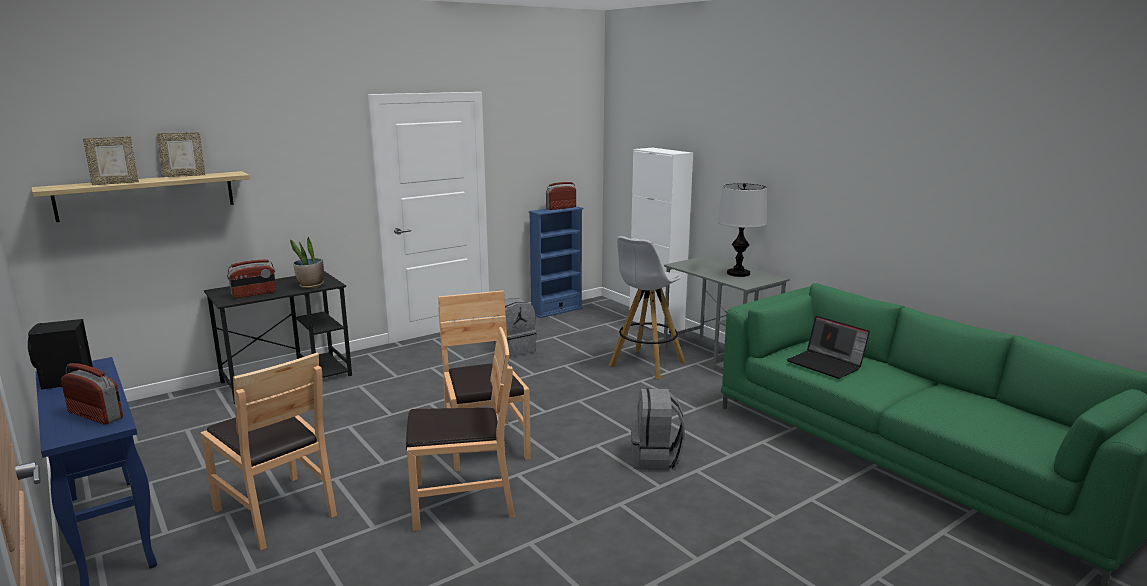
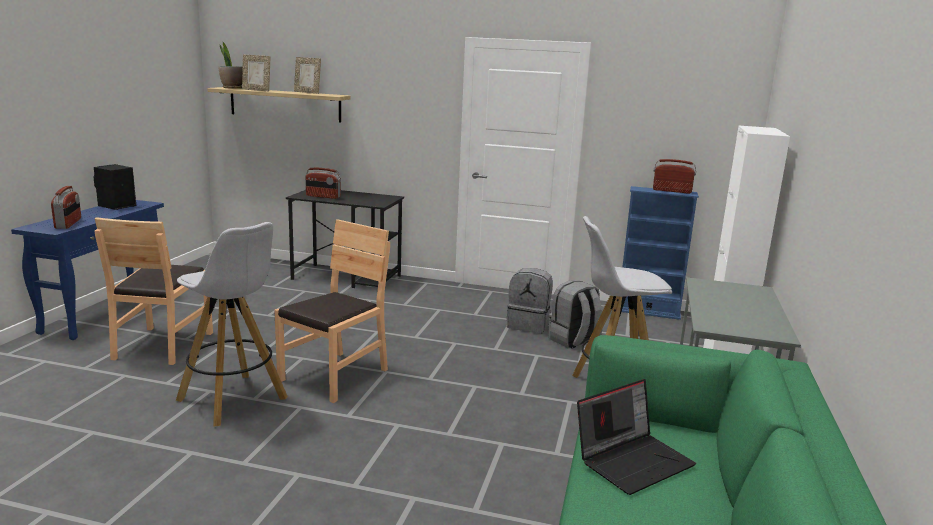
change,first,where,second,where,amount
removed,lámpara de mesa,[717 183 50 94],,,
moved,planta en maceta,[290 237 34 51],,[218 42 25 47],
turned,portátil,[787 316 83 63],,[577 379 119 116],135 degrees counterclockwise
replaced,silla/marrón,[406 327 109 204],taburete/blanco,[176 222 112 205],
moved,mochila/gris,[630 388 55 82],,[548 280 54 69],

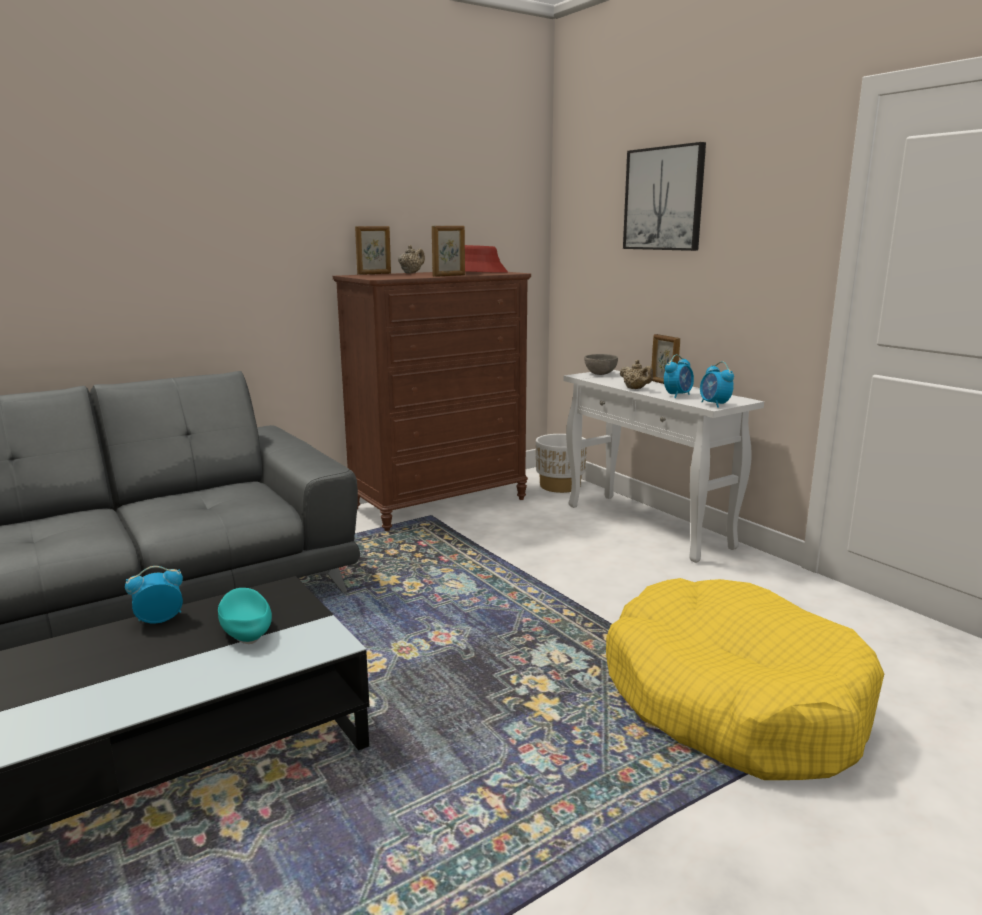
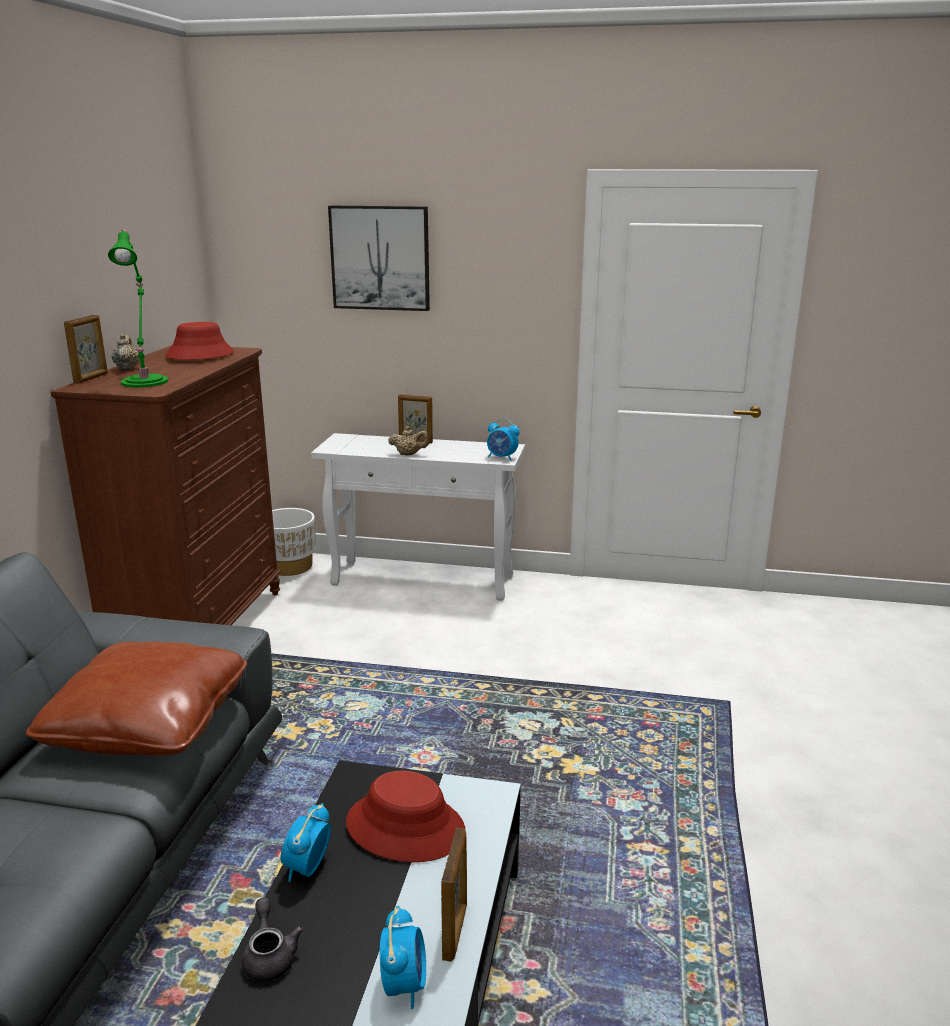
change,first,where,second,where,amount
moved,portarretratos,[432 226 33 51],,[441 828 26 134],
removed,cuenco/gris,[584 354 34 21],,,
moved,despertador,[664 354 30 44],,[380 906 46 103],
removed,cama para perro/amarillo,[606 578 278 202],,,
replaced,cuenco/turquesa,[218 588 54 56],sombrero/rojo,[346 771 119 91],
added,,,lámpara de mesa/verde,[108 230 60 158],
added,,,cojín/marrón,[26 642 221 114],
added,,,tetera/gris,[242 898 61 84],

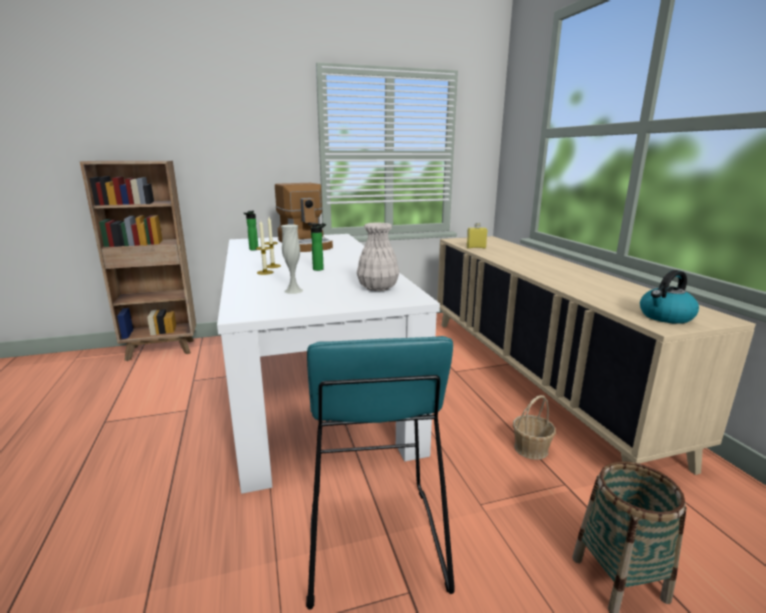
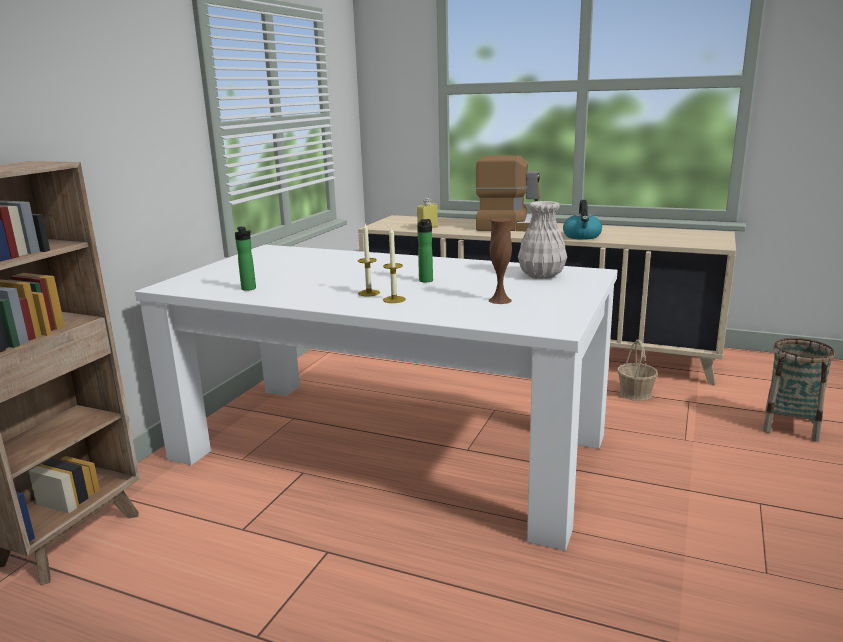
change,first,where,second,where,amount
moved,cafetera,[275 183 58 69],,[476 155 64 76],
recoloured,florero/blanco,[281 224 22 70],florero/marrón,[489 218 23 86],
moved,hervidor,[640 270 59 54],,[563 200 39 40],
removed,taburete/turquesa,[306 336 149 274],,,

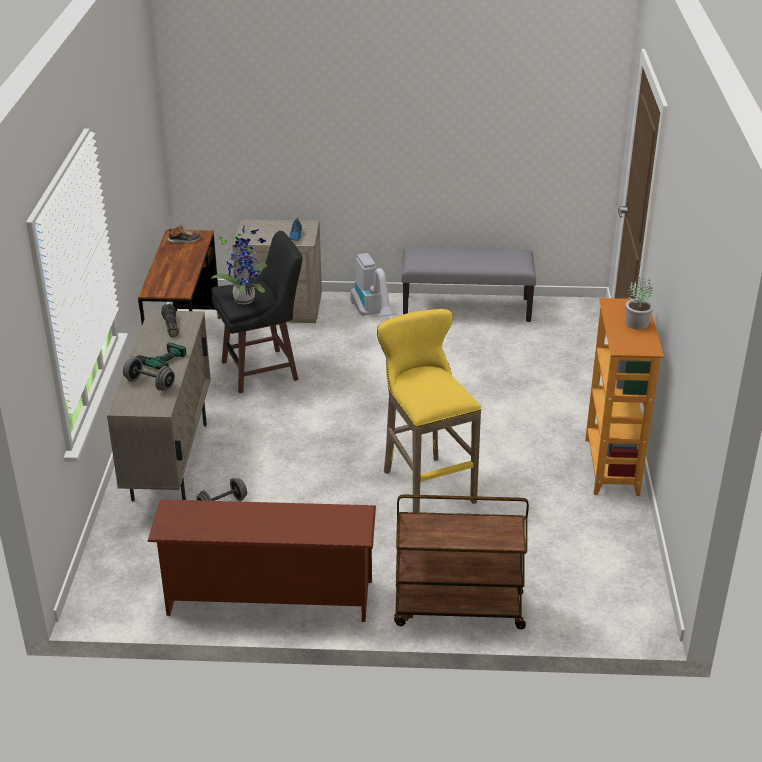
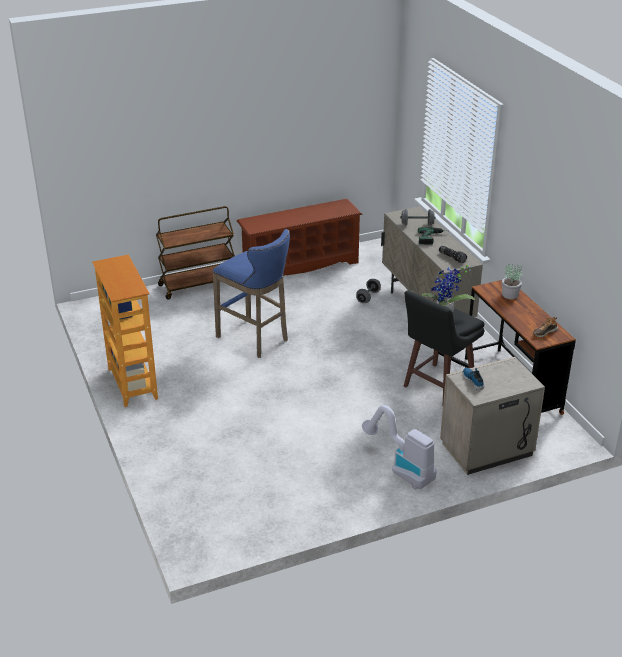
change,first,where,second,where,amount
removed,banco/gris,[401 247 135 75],,,
moved,planta en maceta,[625 277 29 52],,[502 264 20 35],
recoloured,taburete/amarillo,[377 309 104 203],taburete/azul,[213 229 77 129],

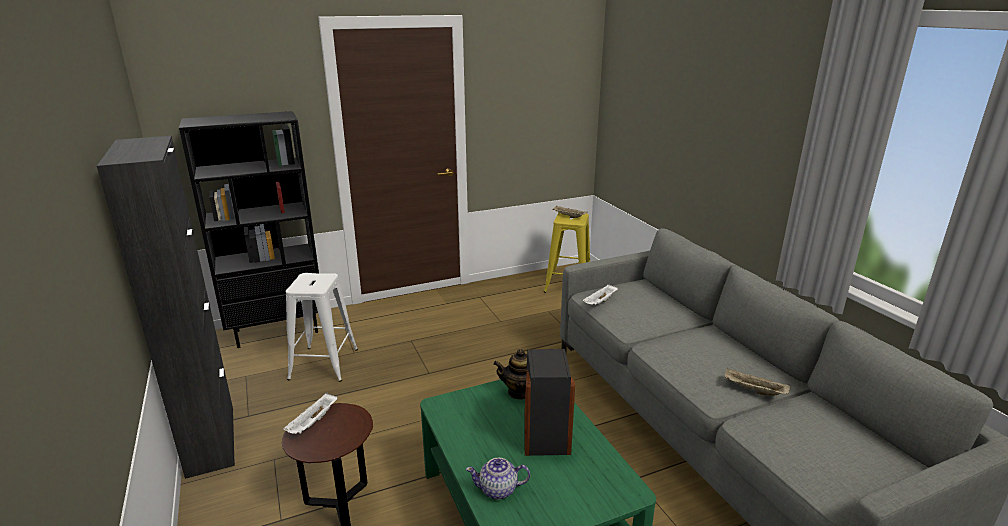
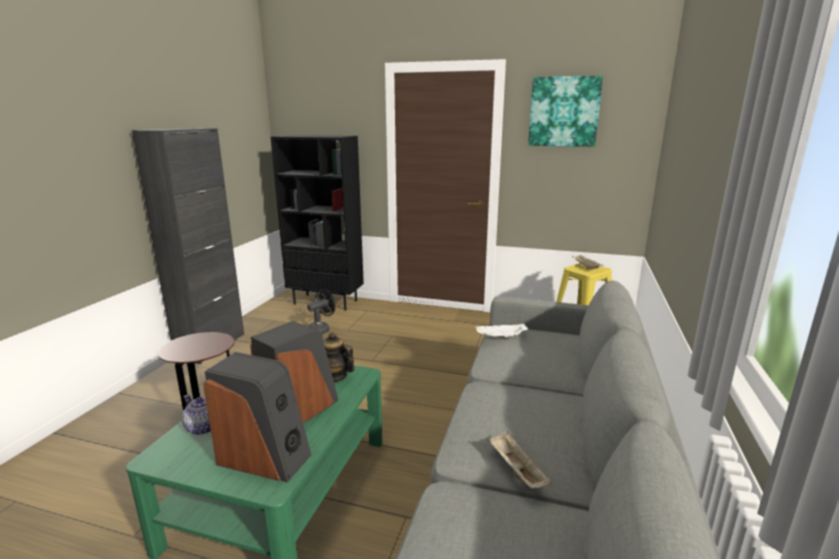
change,first,where,second,where,amount
replaced,taburete/blanco,[286 273 72 109],ventilador/negro,[307 289 29 45],
removed,bandeja/blanco,[283 392 55 42],,,
added,,,cuadro,[528 76 75 71],
added,,,altavoz,[203 352 108 131],

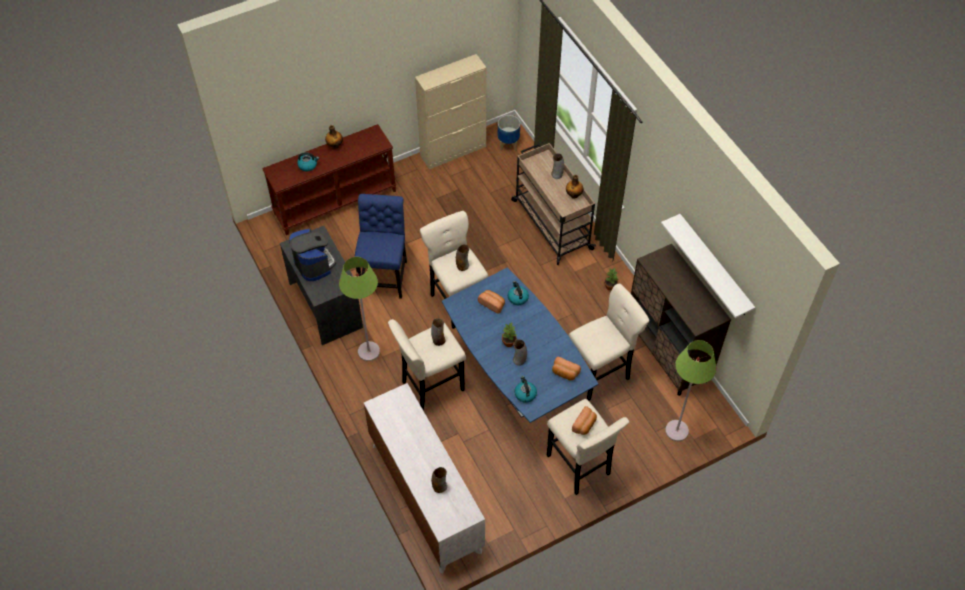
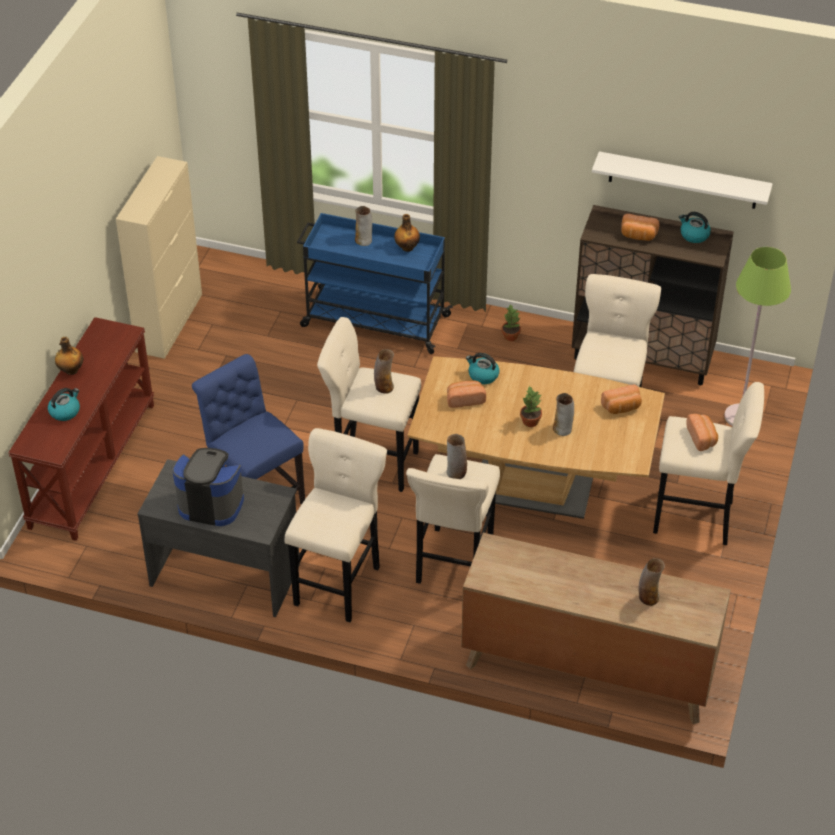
change,first,where,second,where,amount
removed,maceta,[498 115 22 36],,,
recoloured,carrito/beis,[511 143 85 122],carrito/azul,[297 213 156 141],
replaced,lámpara de pie/verde,[339 257 41 104],taburete/beis,[285 428 102 194],
recoloured,mesa de comedor/azul,[442 268 157 155],mesa de comedor/marrón,[408 356 257 163],
moved,hervidor,[514 376 23 27],,[679 212 32 31],
recoloured,cómoda/blanco,[364 383 121 190],cómoda/marrón,[461 533 270 191],
added,,,pan,[621 214 38 27],

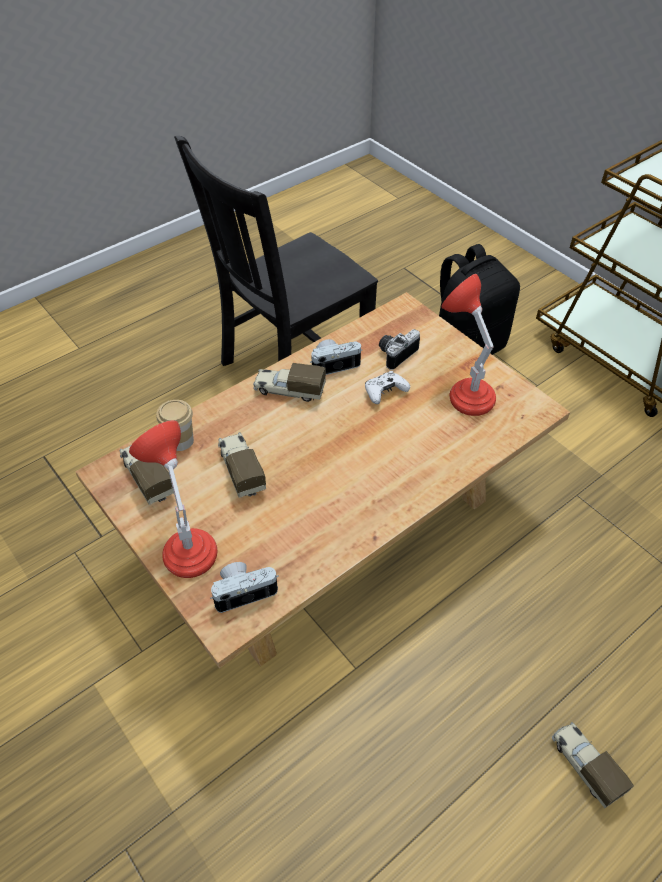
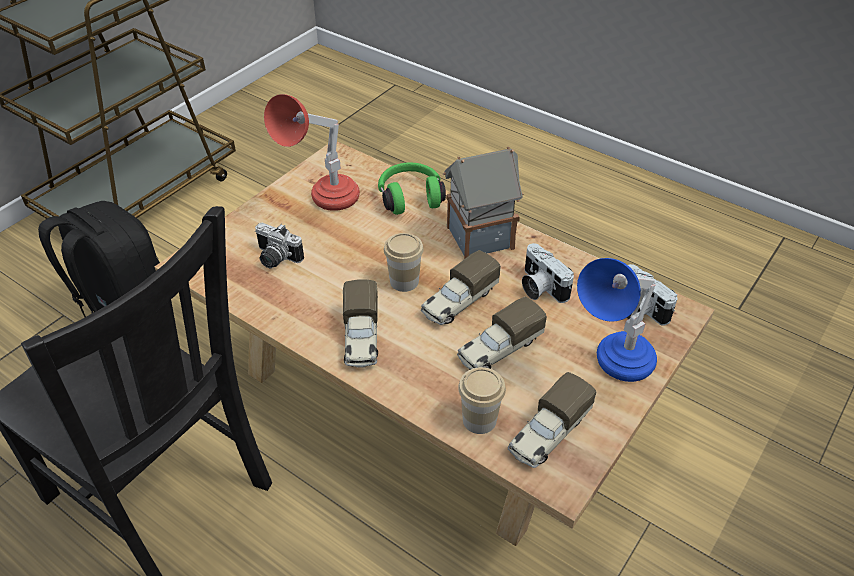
change,first,where,second,where,amount
moved,cámara,[310 339 52 36],,[522 243 52 60],
removed,mando de consola/blanco,[365 371 45 33],,,
recoloured,lámpara de mesa/rojo,[129 420 88 158],lámpara de mesa/azul,[577 258 80 124],
moved,camión de juguete,[552 722 82 87],,[421 250 80 75],
added,,,casita,[443 147 81 112],
added,,,auriculares/verde,[378 162 68 53],
added,,,taza,[384 233 40 59],

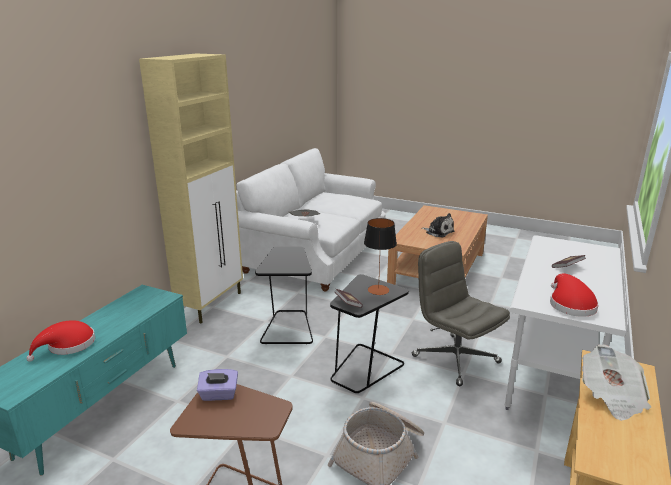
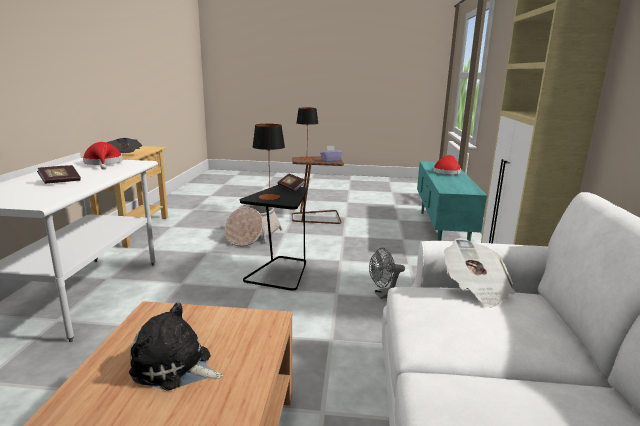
change,first,where,second,where,amount
removed,silla de oficina/gris,[412 241 98 145],,,
replaced,mesa auxiliar/negro,[255 246 58 99],ventilador/gris,[369 248 36 51],
added,,,lámpara de mesa,[296 107 22 53],

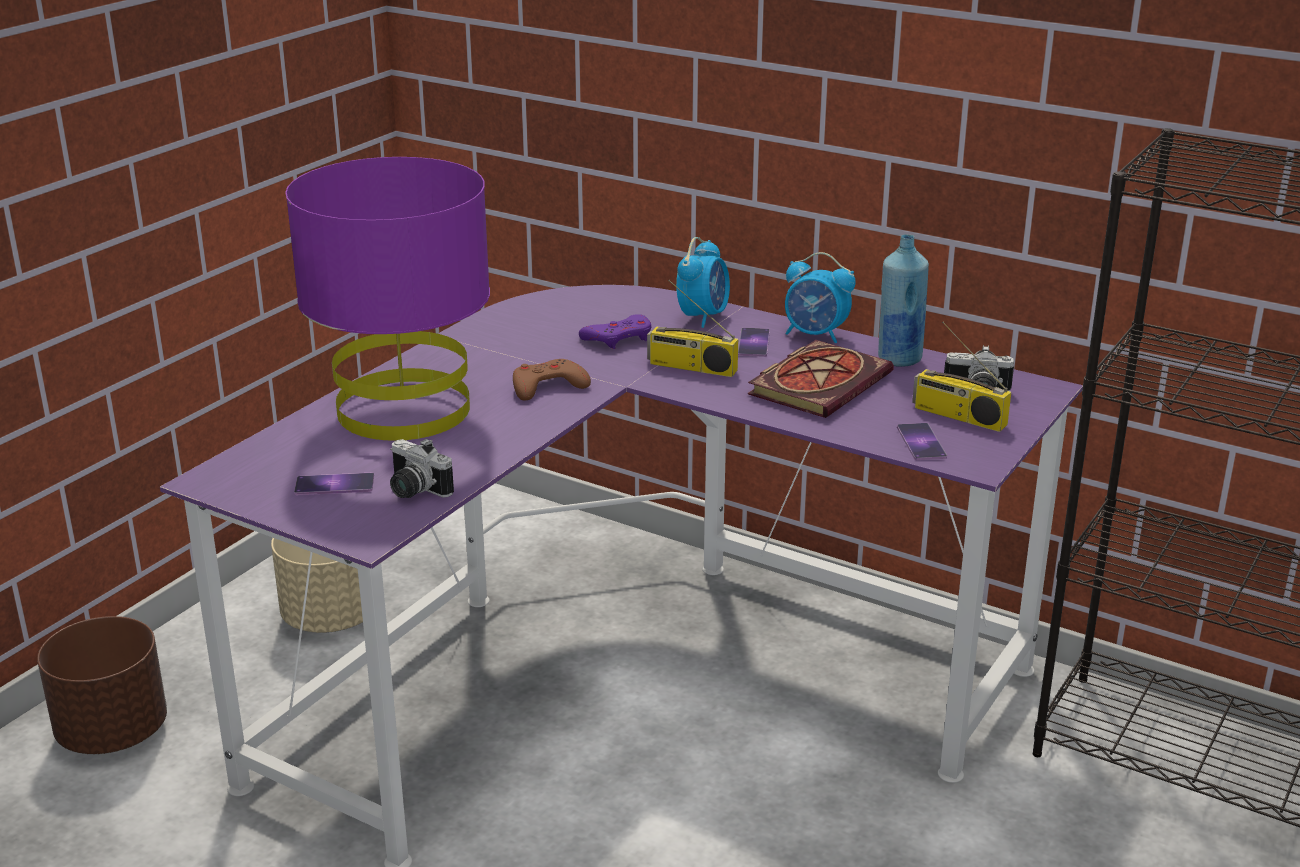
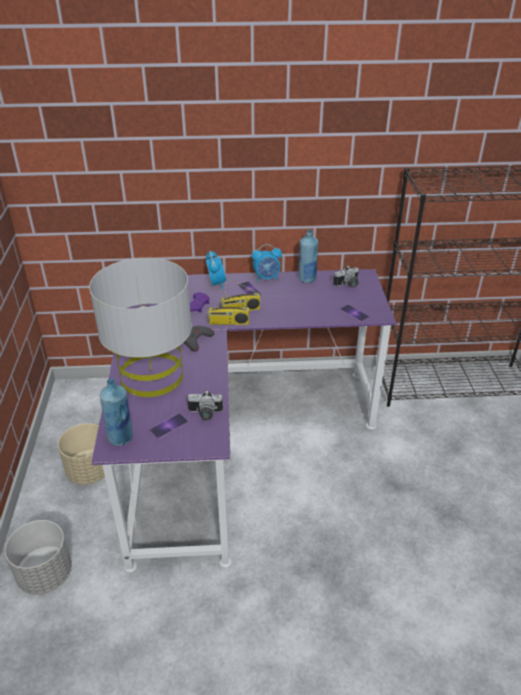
change,first,where,second,where,amount
recoloured,lámpara de mesa/morado,[285 157 205 284],lámpara de mesa/gris,[89 258 103 139],
moved,radio,[912 322 99 110],,[207 288 42 37],
removed,libro,[748 340 146 78],,,
recoloured,mando de consola/marrón,[513 359 78 41],mando de consola/gris,[183 326 31 26],
recoloured,maceta/marrón,[37 616 130 138],maceta/gris,[5 520 67 74],
added,,,botella/azul,[100 379 33 67],

